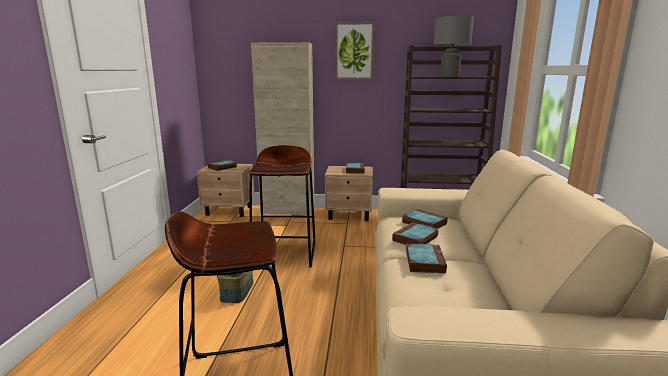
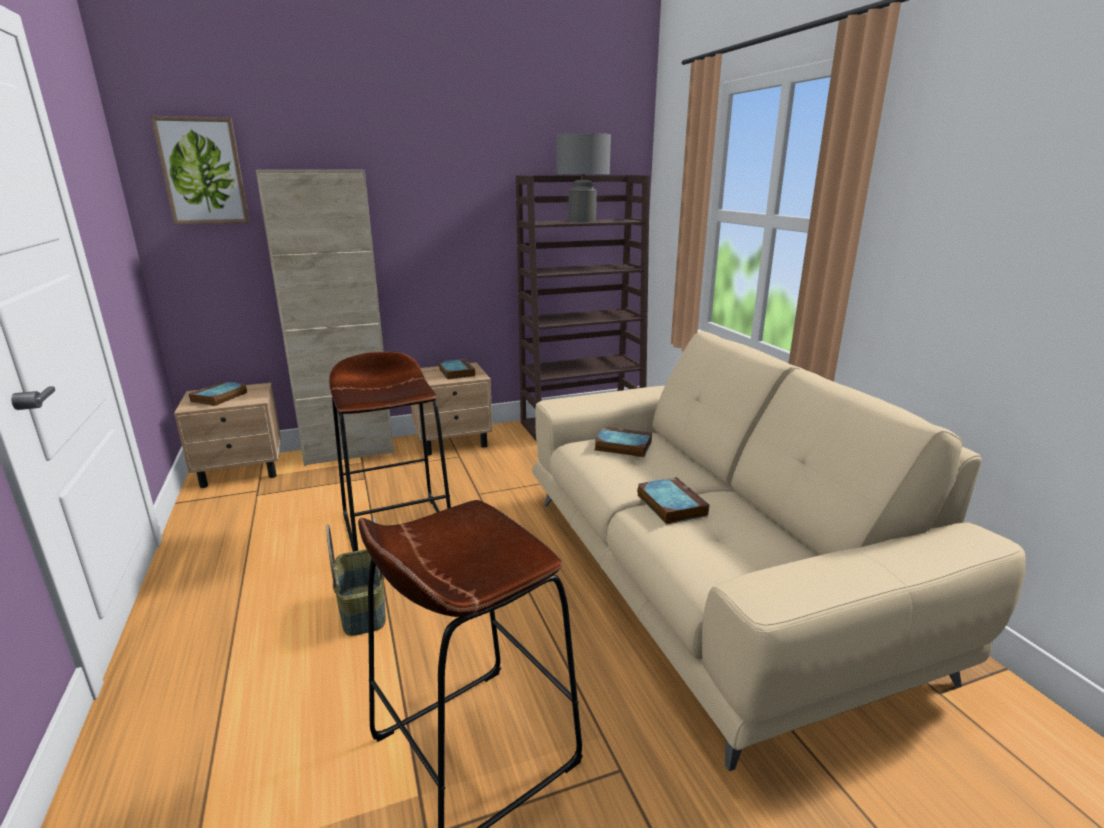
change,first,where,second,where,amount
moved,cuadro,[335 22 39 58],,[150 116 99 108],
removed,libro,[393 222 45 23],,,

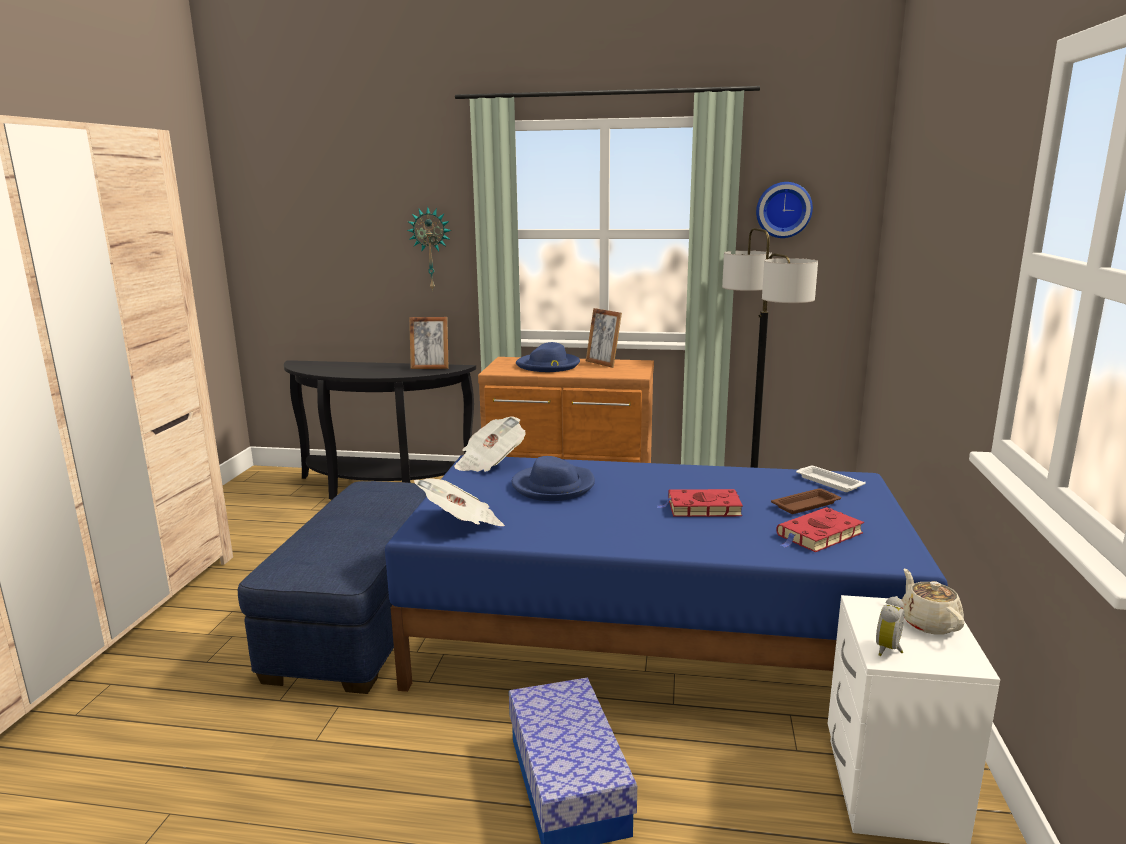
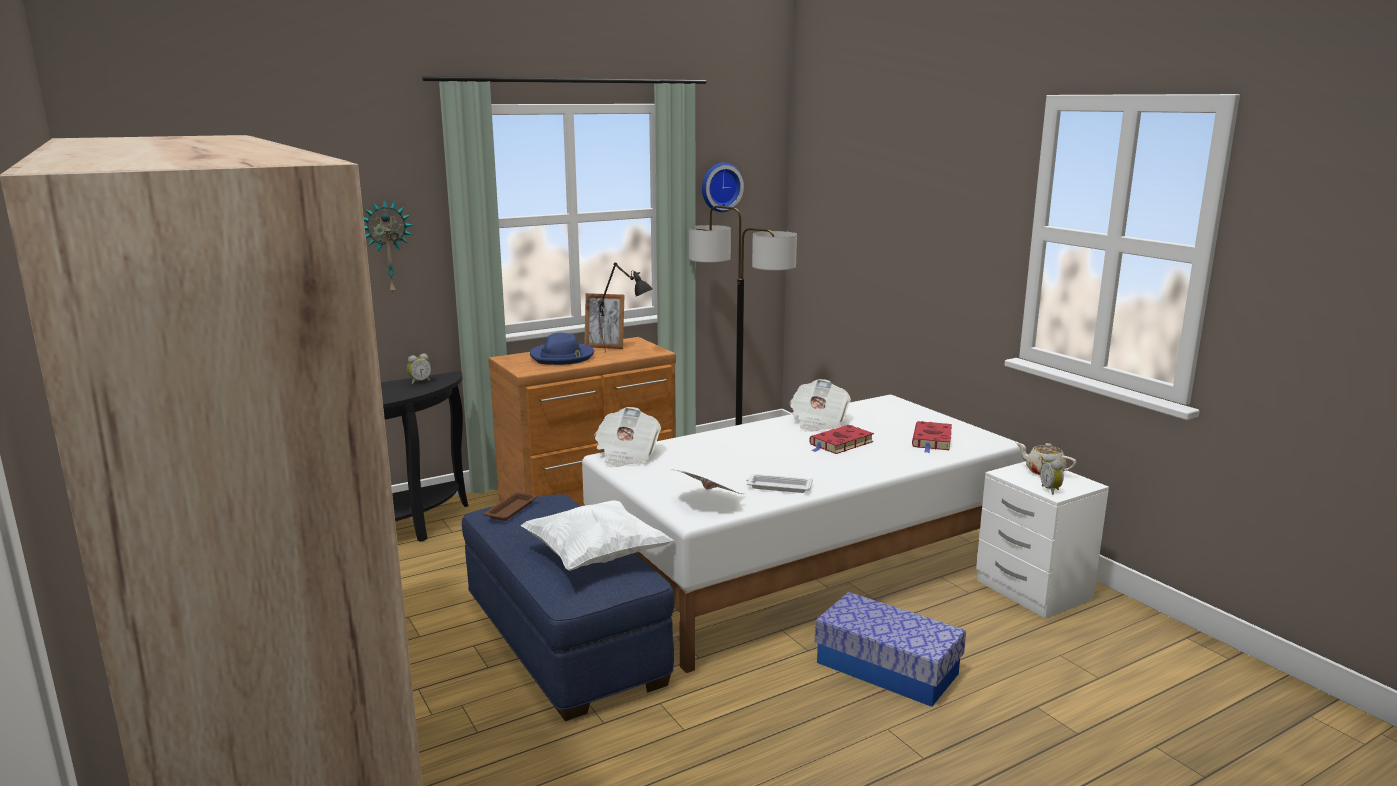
change,first,where,second,where,amount
replaced,portarretratos,[409 317 40 52],despertador,[407 353 24 31],
recoloured,cama/azul,[385 455 563 237],cama/blanco,[582 395 444 278],
removed,sombrero/azul,[512 456 83 45],,,
moved,bandeja/blanco,[796 466 70 26],,[746 474 67 19],
moved,bandeja/marrón,[771 488 70 26],,[484 492 53 29],
added,,,lámpara de mesa/negro,[598 262 54 90],
added,,,periódico,[790 379 61 53],
added,,,cojín/blanco,[521 500 153 71],

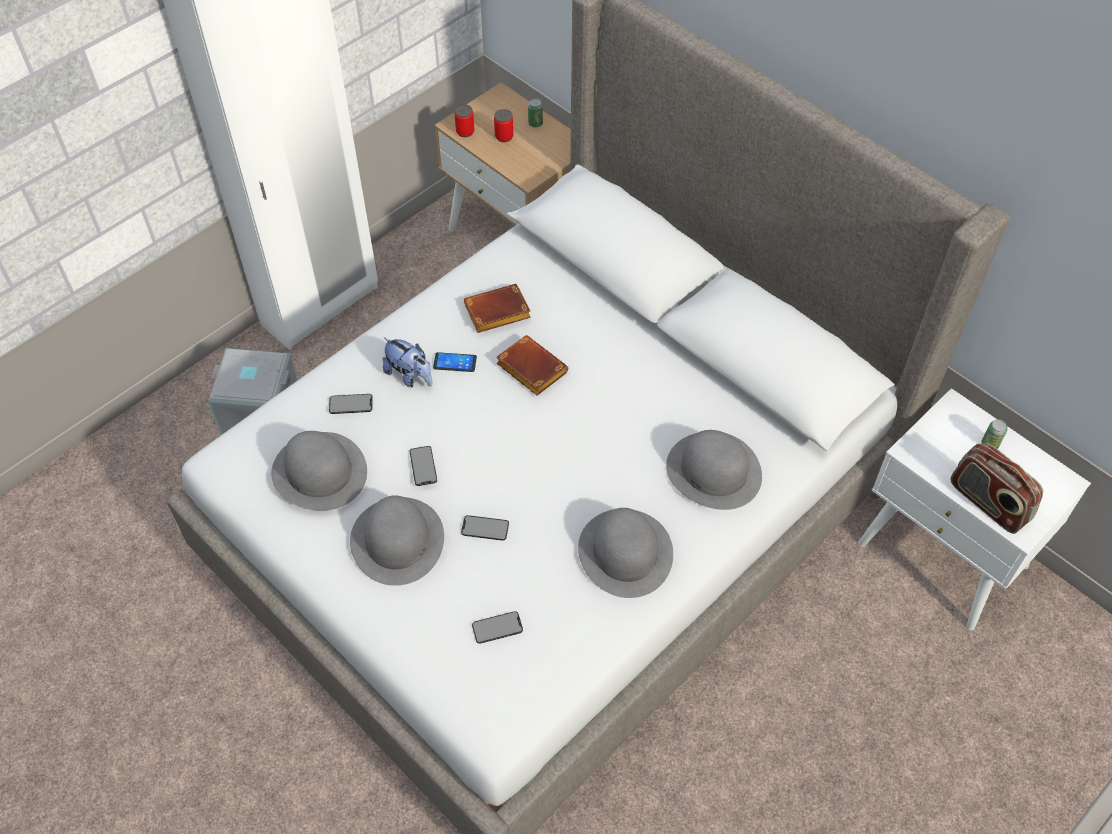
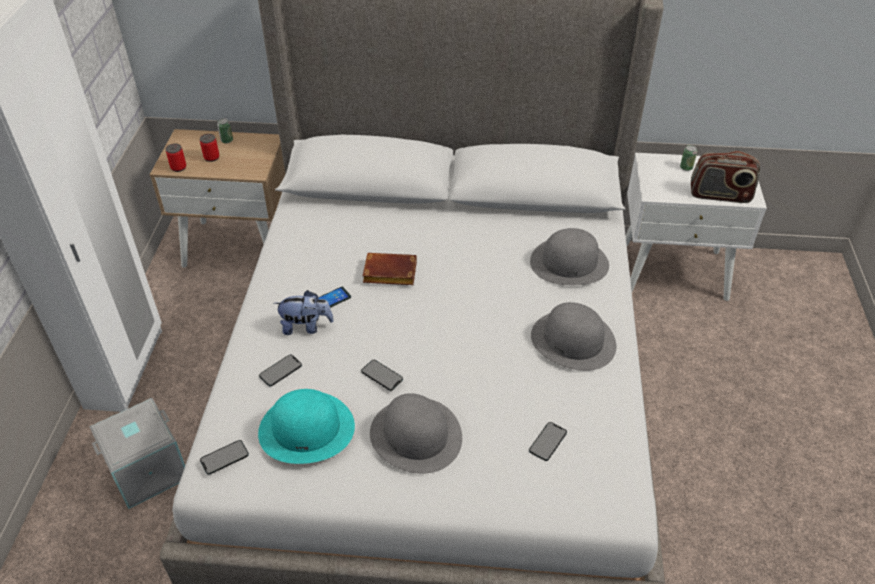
change,first,where,second,where,amount
removed,libro/marrón,[464 284 67 49],,,
recoloured,sombrero/gris,[271 431 96 80],sombrero/turquesa,[258 389 97 75],
moved,móvil,[461 515 48 26],,[200 440 49 35],

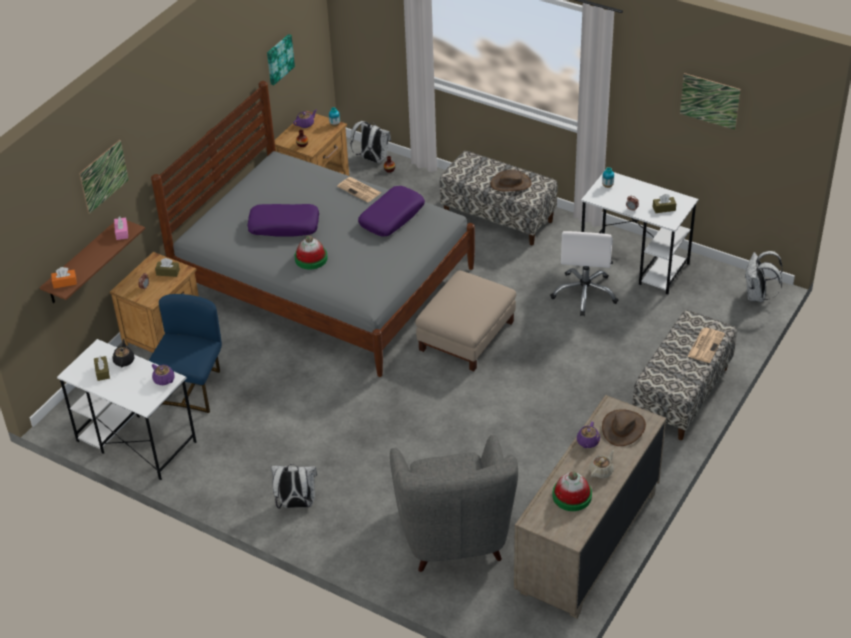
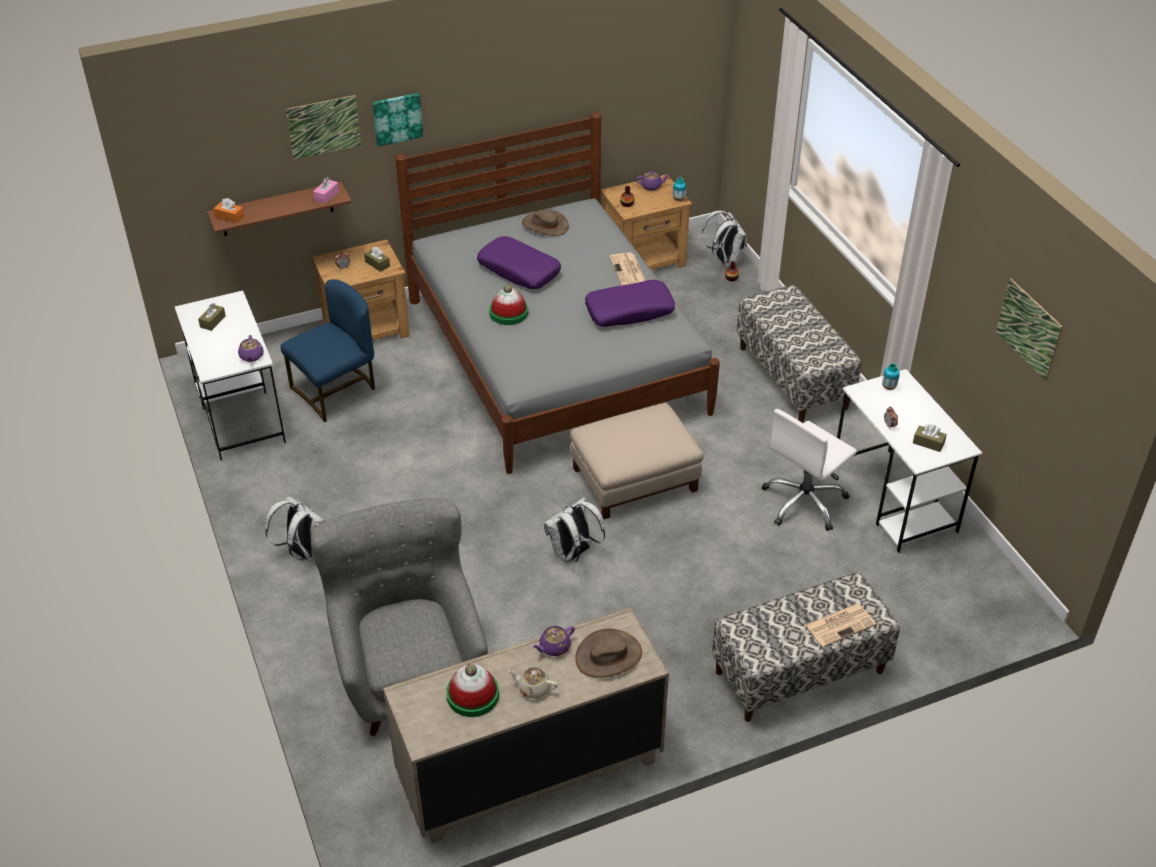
change,first,where,second,where,amount
moved,cuadro,[267 34 28 51],,[372 93 51 54],
moved,sombrero/marrón,[490 170 42 21],,[522 209 47 27],
moved,mochila/blanco,[744 251 39 51],,[544 497 61 66],
removed,tetera/negro,[112 339 22 28],,,
turned,sillón/gris,[390 435 128 137],,[311 498 177 238],135 degrees clockwise
turned,tetera/beis,[590 450 24 28],,[508 667 50 32],150 degrees counterclockwise

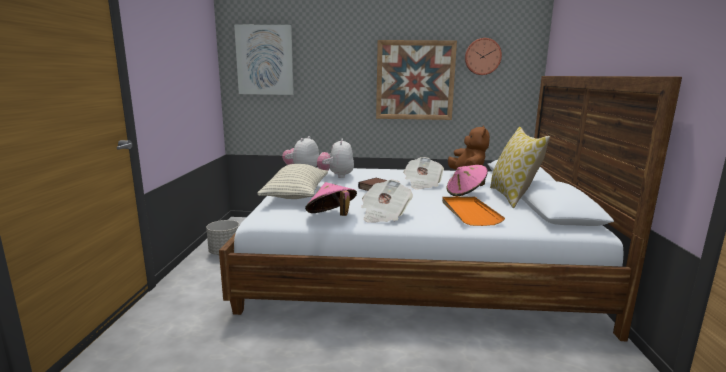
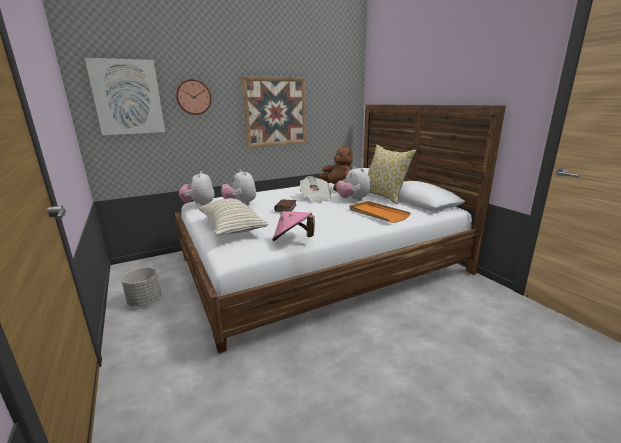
change,first,where,second,where,amount
moved,reloj de pared,[465 38 37 37],,[176 79 35 36],
replaced,sombrero/rosa,[446 165 42 31],peluche,[336 166 35 35],
removed,periódico,[361 180 52 43],,,

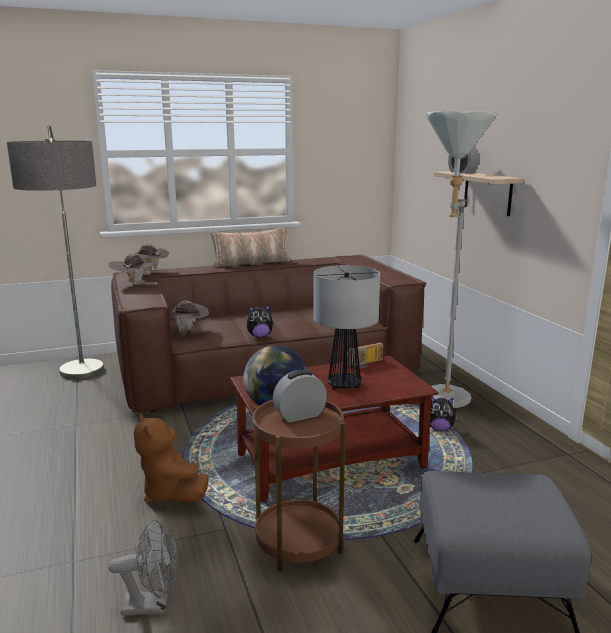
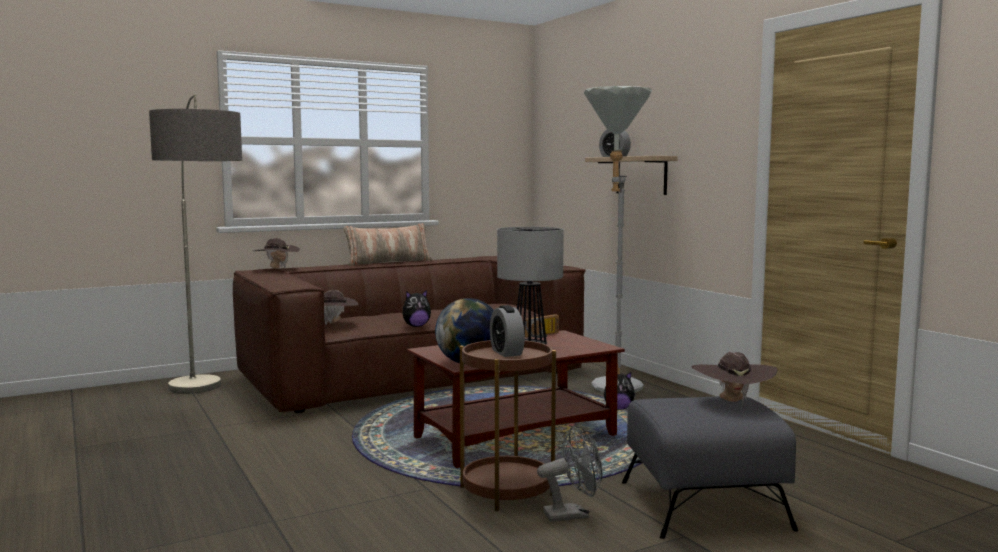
change,first,where,second,where,amount
moved,sombrero/marrón,[108 254 49 31],,[691 352 87 53],
turned,despertador,[273 370 54 53],,[490 305 35 52],75 degrees counterclockwise
removed,peluche/marrón,[134 414 75 89],,,
moved,ventilador/gris,[108 519 70 97],,[537 426 65 96],

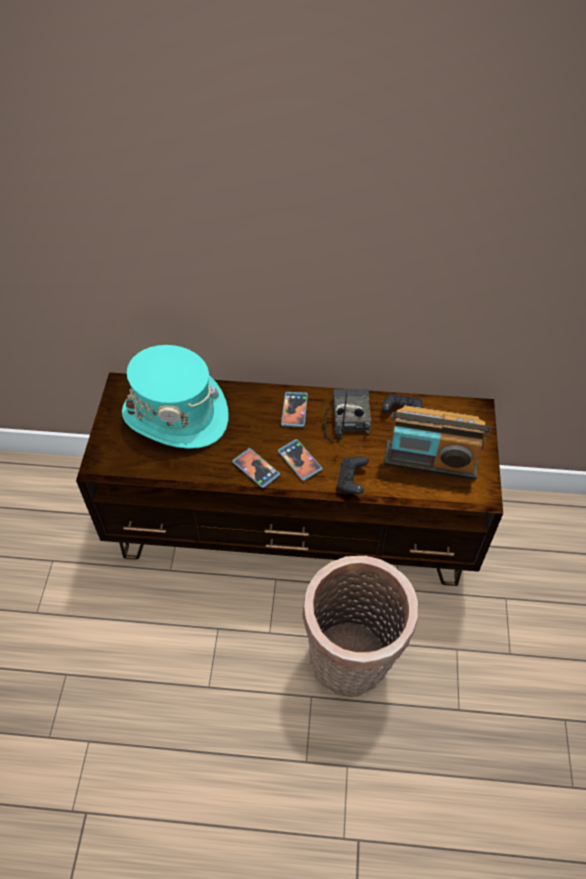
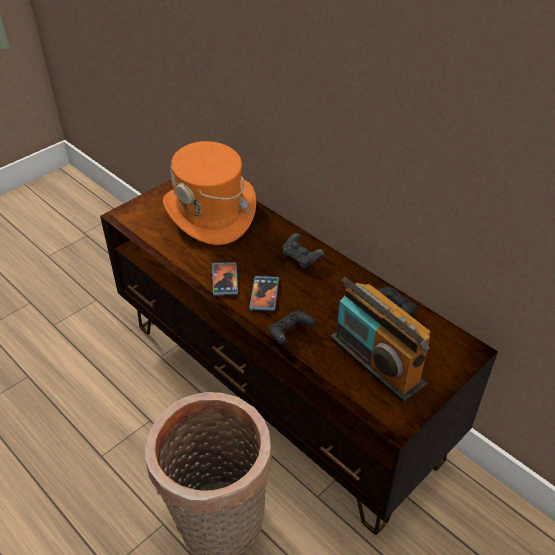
change,first,where,second,where,amount
recoloured,sombrero/turquesa,[122 345 107 104],sombrero/naranja,[163 141 93 104],
removed,radio,[323 389 48 52],,,
replaced,móvil,[281 392 27 35],mando de consola/negro,[283 233 41 35],

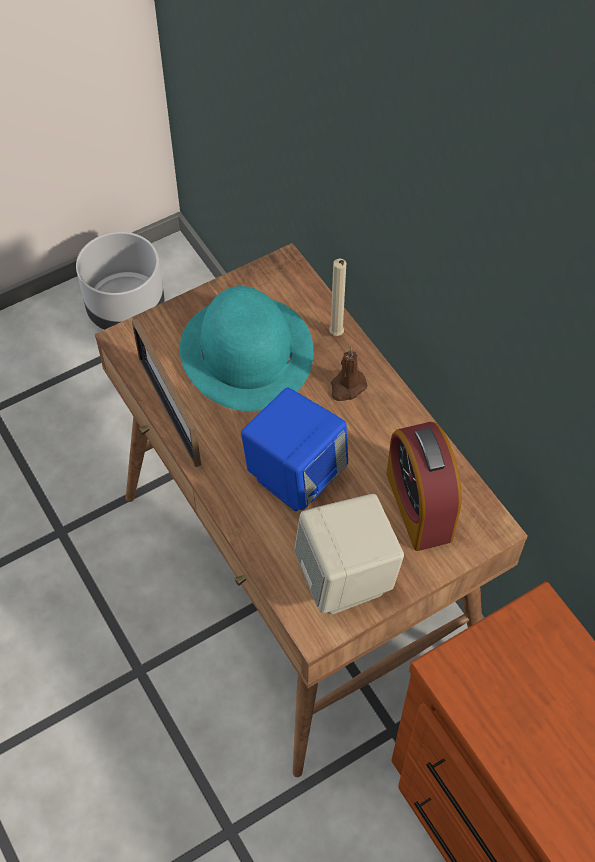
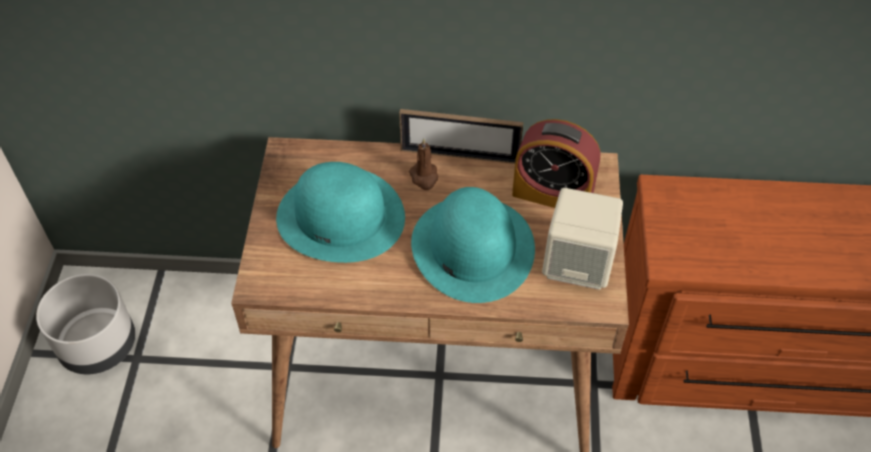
change,first,where,second,where,amount
removed,vela/beis,[329 259 17 77],,,
moved,portarretratos,[132 318 69 149],,[399 109 124 55],
replaced,altavoz/azul,[241 388 107 123],sombrero/turquesa,[411 187 124 116],

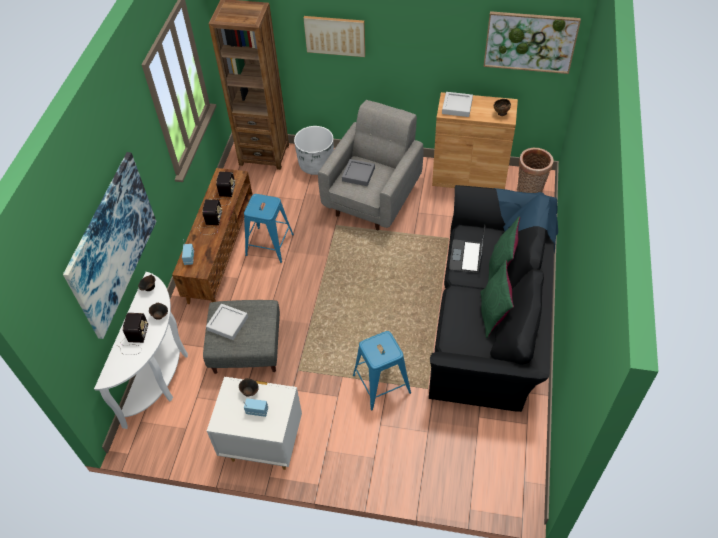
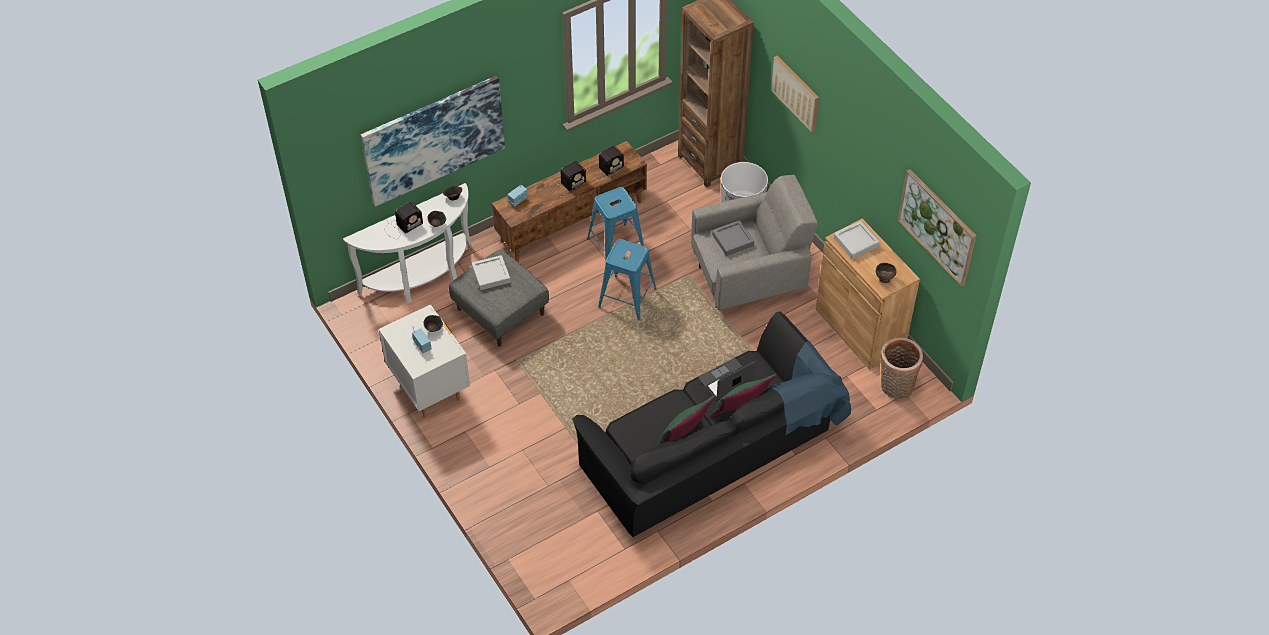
change,first,where,second,where,amount
moved,taburete/azul,[353 331 58 79],,[598 239 59 81],

